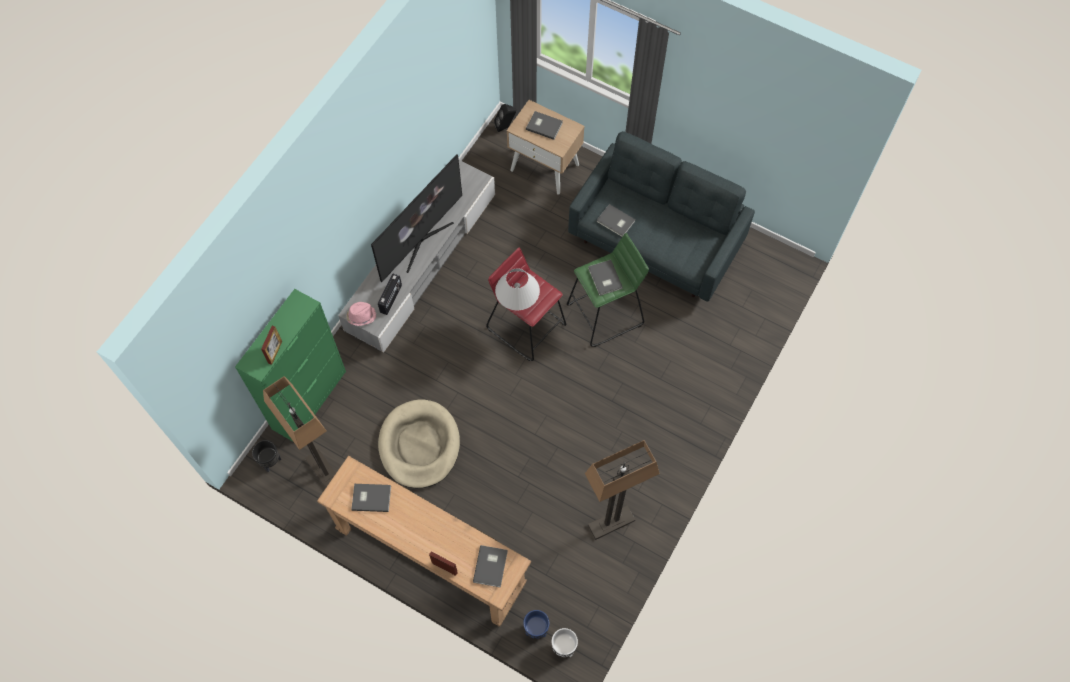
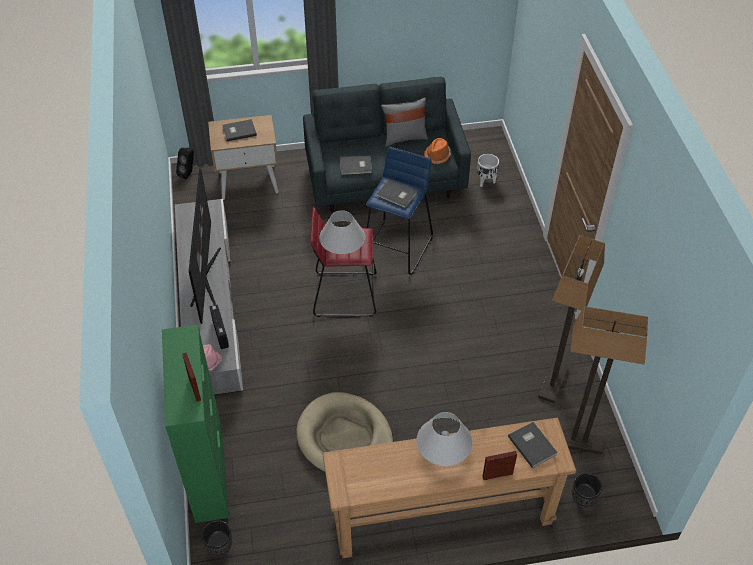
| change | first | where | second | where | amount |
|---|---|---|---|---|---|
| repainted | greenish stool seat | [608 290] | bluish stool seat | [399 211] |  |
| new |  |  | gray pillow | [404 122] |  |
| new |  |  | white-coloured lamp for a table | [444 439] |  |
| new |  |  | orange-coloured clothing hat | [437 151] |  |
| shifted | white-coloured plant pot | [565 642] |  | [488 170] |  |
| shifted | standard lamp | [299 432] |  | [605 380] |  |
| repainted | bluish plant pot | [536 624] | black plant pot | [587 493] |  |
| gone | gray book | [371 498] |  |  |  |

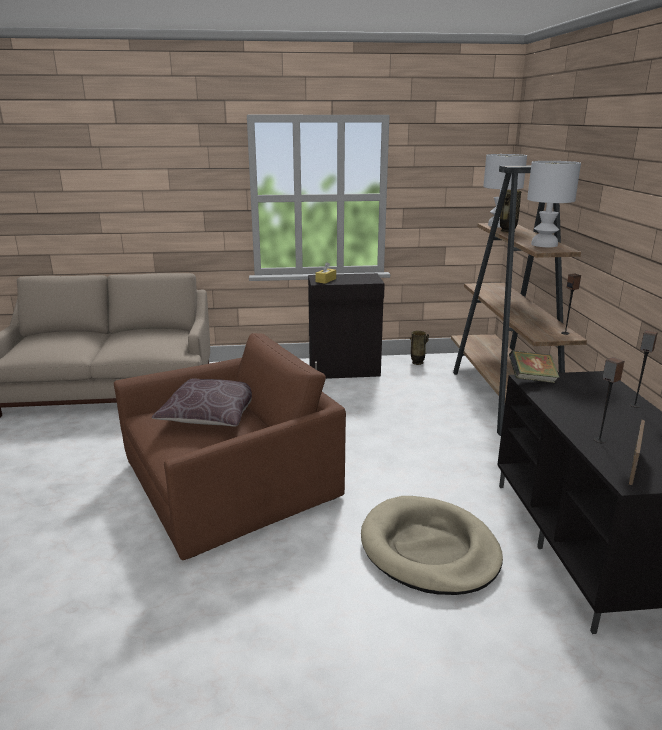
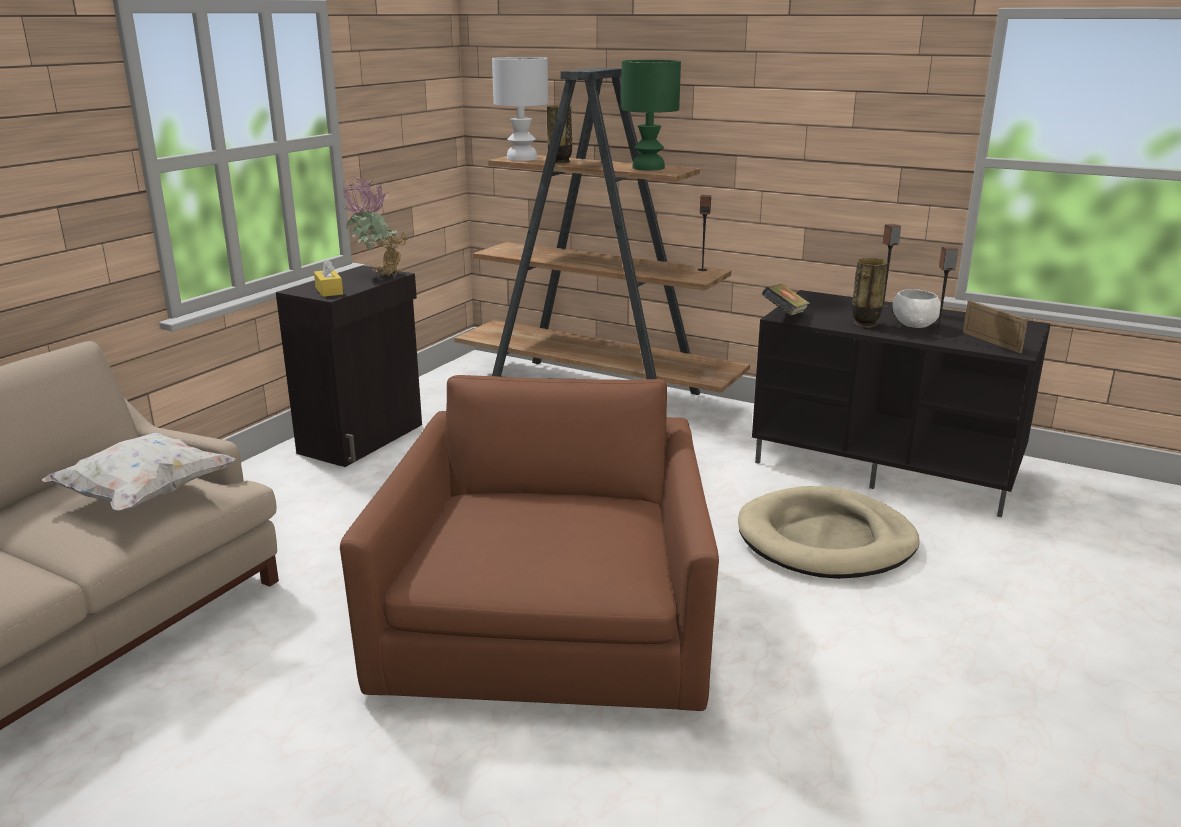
| change | first | where | second | where | amount |
|---|---|---|---|---|---|
| new |  |  | white-coloured pillow | [139 472] |  |
| new |  |  | potted plant | [375 226] |  |
| repainted | white-coloured lamp for a table | [554 204] | greenish lamp for a table | [651 115] |  |
| shifted | flower vase | [419 348] |  | [870 292] |  |
| new |  |  | white-coloured serving bowl | [916 308] |  |
| gone | brownish pillow | [202 403] |  |  |  |

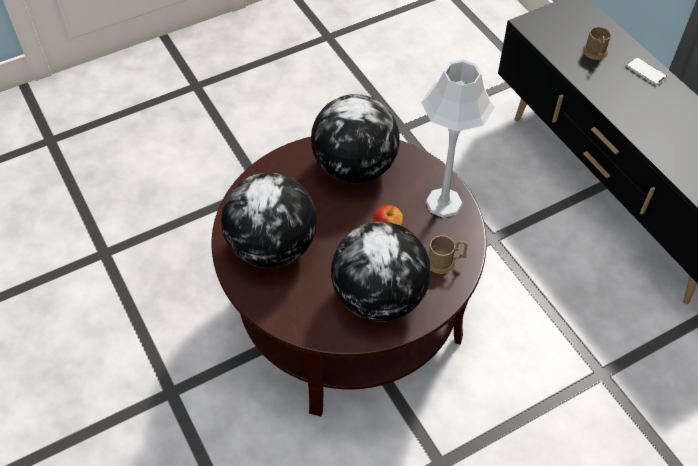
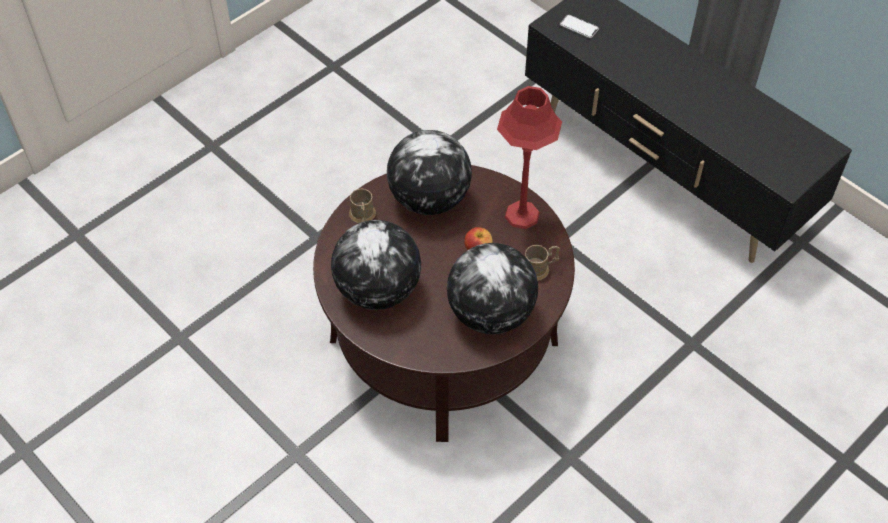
| change | first | where | second | where | amount |
|---|---|---|---|---|---|
| shifted | brownish coffee mug | [597 43] |  | [362 205] |  |
| repainted | gray lamp for a table | [458 139] | reddish lamp for a table | [529 157] |  |
| shifted | phone | [647 71] |  | [579 26] |  |

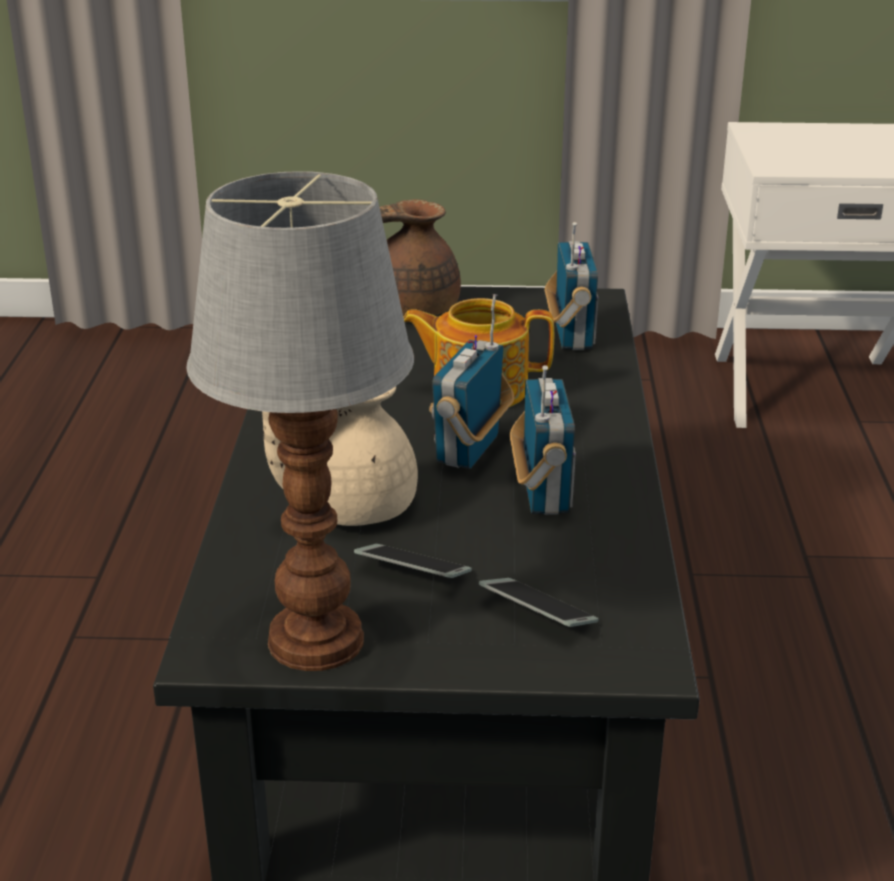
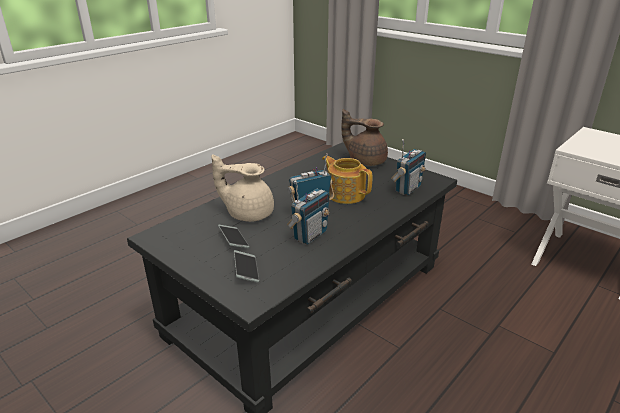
| change | first | where | second | where | amount |
|---|---|---|---|---|---|
| gone | lamp for a table | [300 421] |  |  |  |

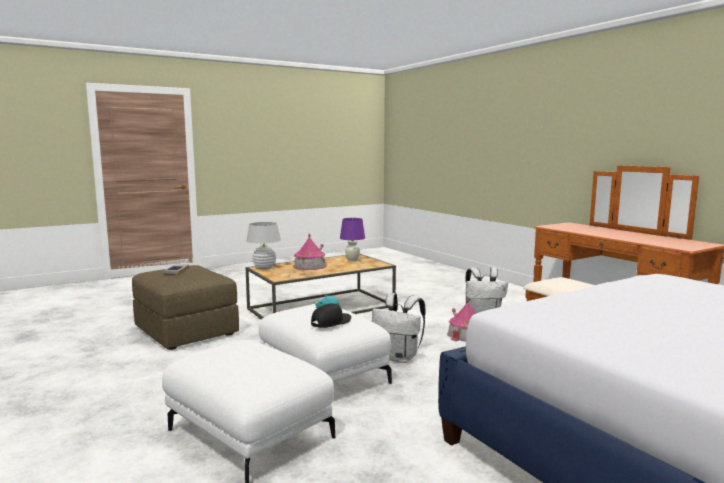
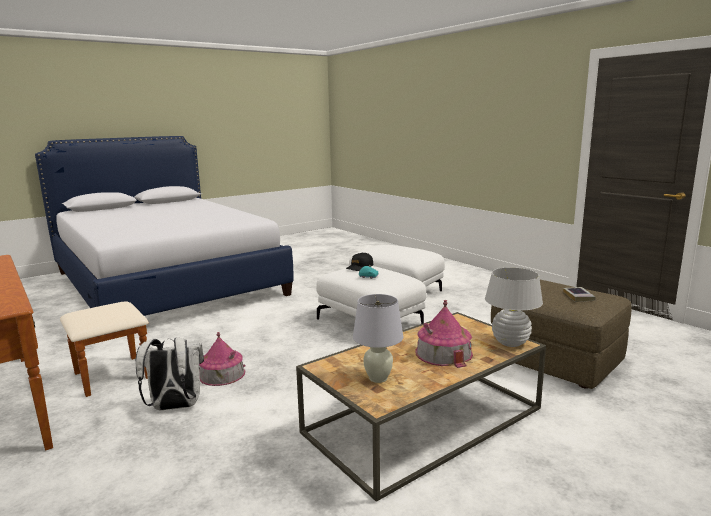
| change | first | where | second | where | amount |
|---|---|---|---|---|---|
| repainted | purplish lamp for a table | [352 240] | white-coloured lamp for a table | [378 338] |  |
| gone | white-coloured backpack | [399 328] |  |  |  |

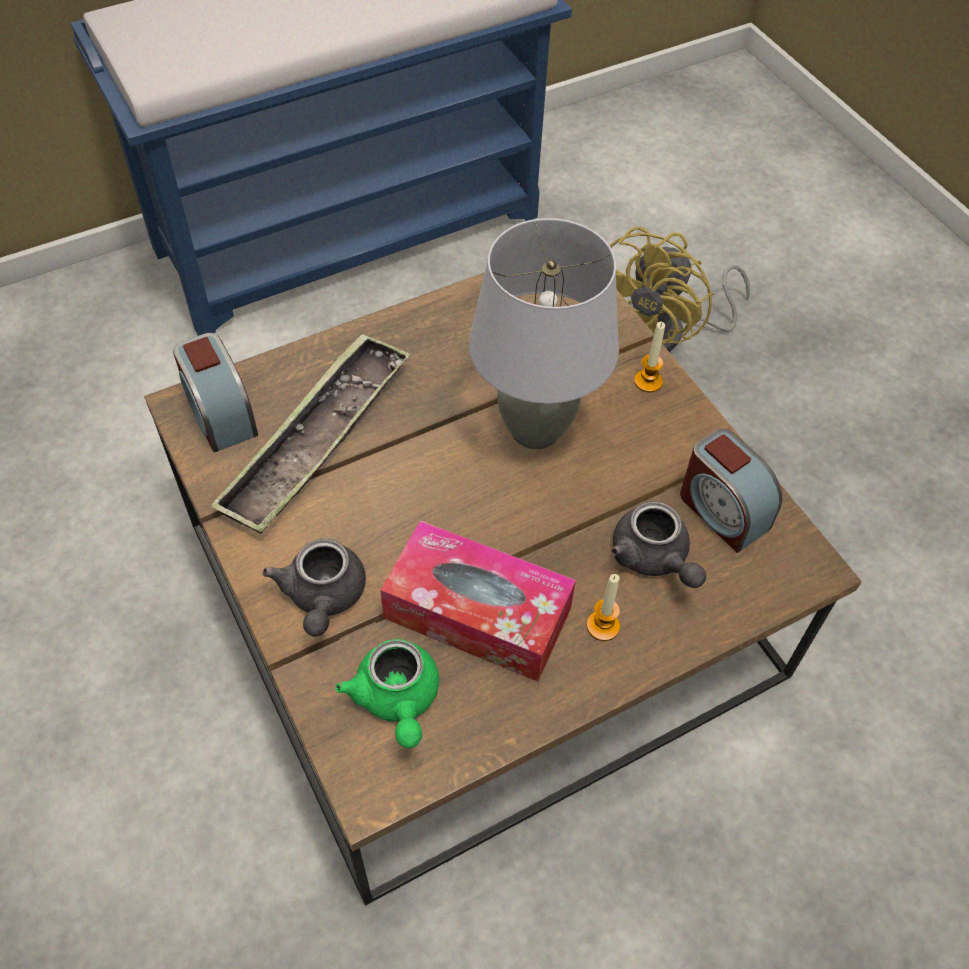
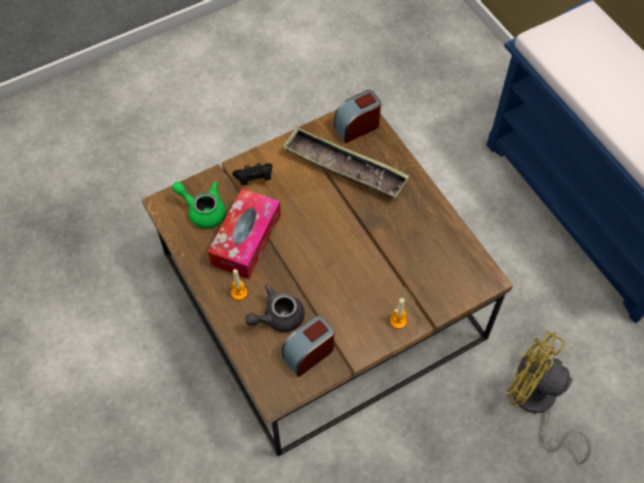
| change | first | where | second | where | amount |
|---|---|---|---|---|---|
| rotated | greenish pot for tea | [387 693] |  | [199 204] | 45 degrees clockwise |
| swapped | gray pot for tea | [314 588] | black game controller | [252 174] |  |
| gone | gray lamp for a table | [544 333] |  |  |  |

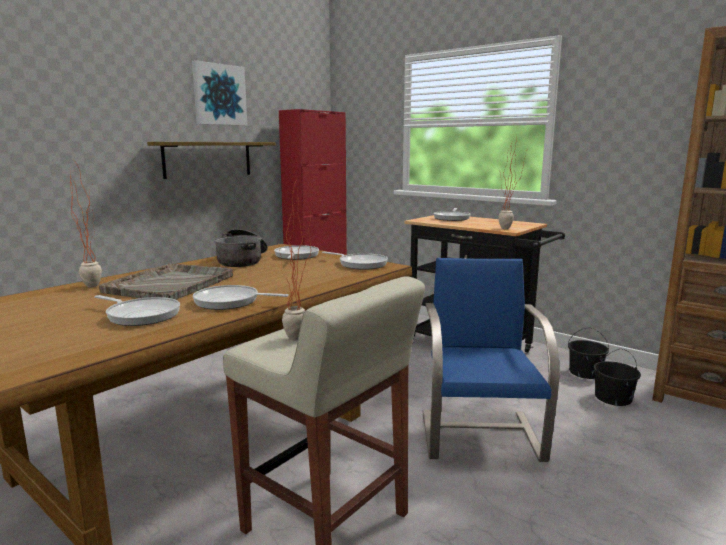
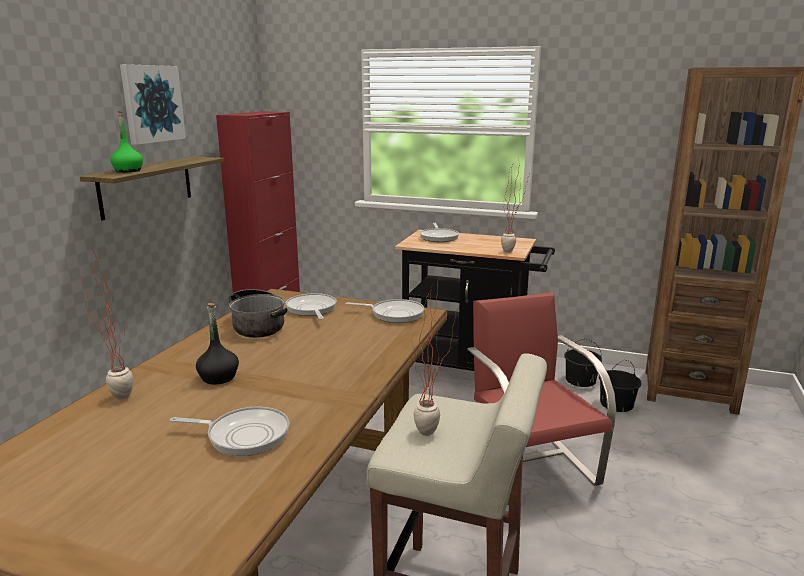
| change | first | where | second | where | amount |
|---|---|---|---|---|---|
| new |  |  | greenish drink bottle | [126 141] |  |
| swapped | gray tray | [166 281] | black drink bottle | [217 344] |  |
| repainted | bluish upright chair | [490 360] | reddish upright chair | [541 399] |  |
| gone | skillet | [241 297] |  |  |  |

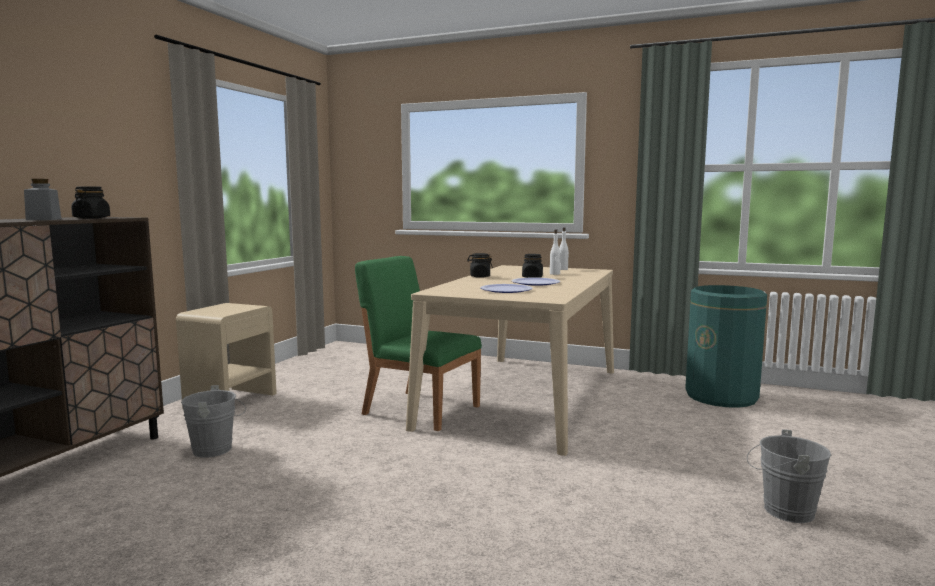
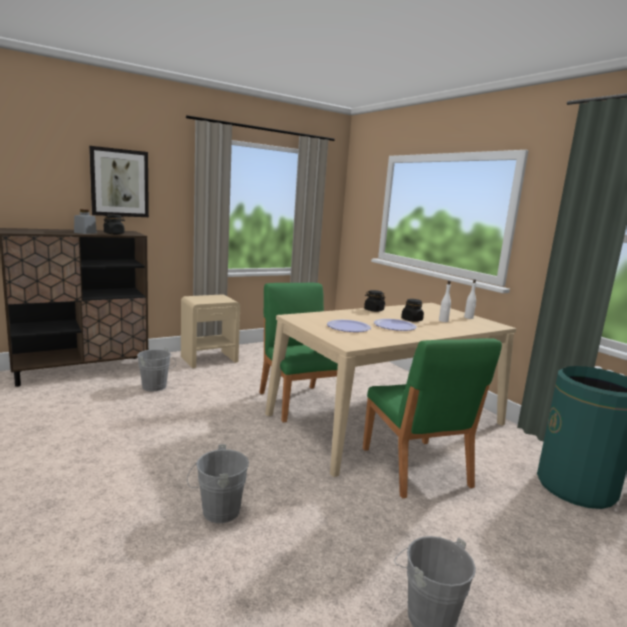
| change | first | where | second | where | amount |
|---|---|---|---|---|---|
| new |  |  | picture | [119 181] |  |
| new |  |  | gray water bucket | [218 483] |  |
| new |  |  | greenish upright chair | [432 418] |  |

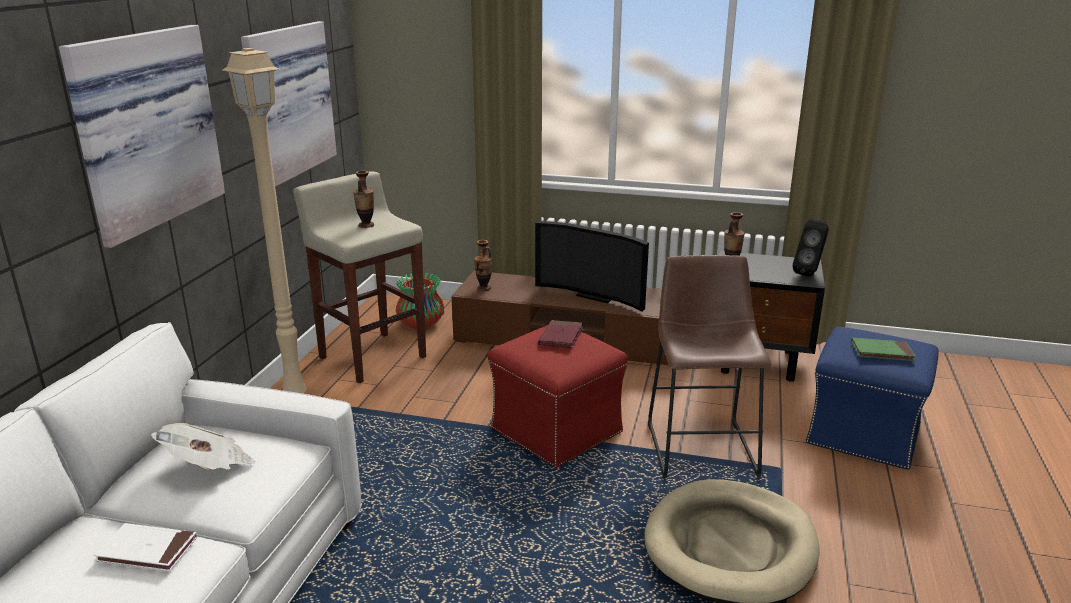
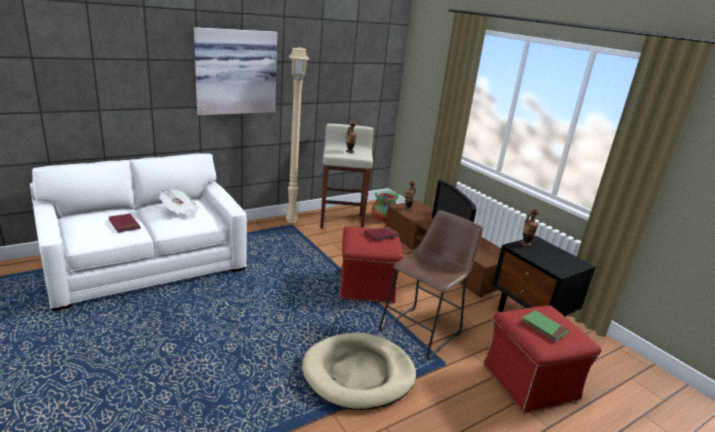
| change | first | where | second | where | amount |
|---|---|---|---|---|---|
| repainted | white-coloured book | [145 547] | reddish book | [124 223] |  |
| repainted | bluish pouffe | [872 398] | reddish pouffe | [542 359] |  |
| gone | picture | [289 104] |  |  |  |
| gone | black audio speaker | [810 248] |  |  |  |

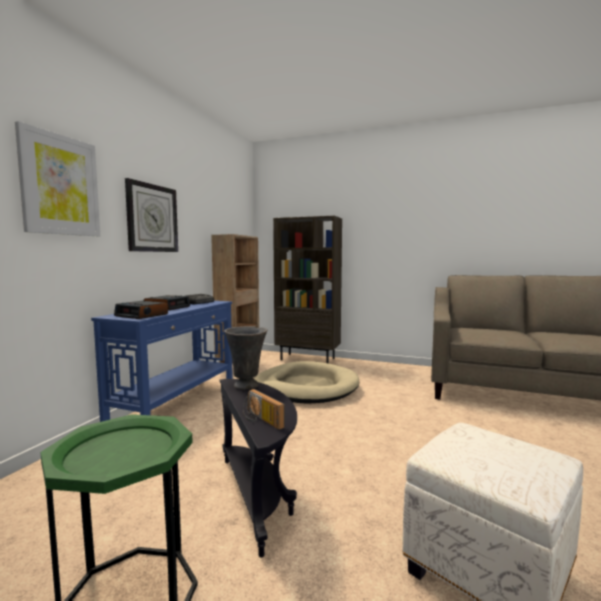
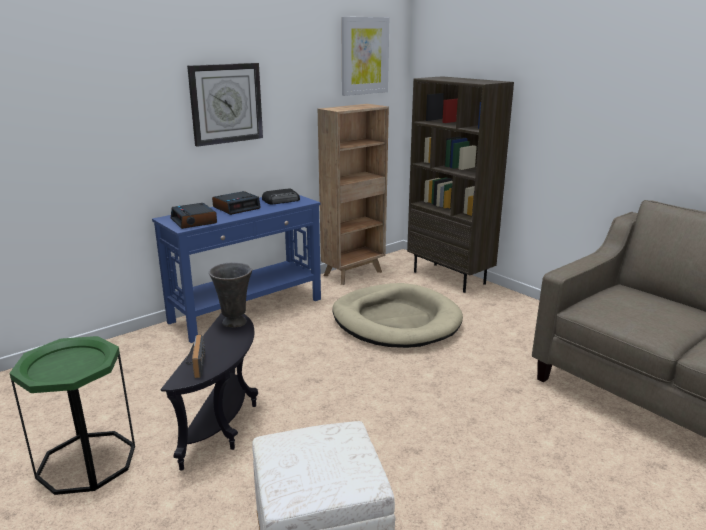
| change | first | where | second | where | amount |
|---|---|---|---|---|---|
| shifted | picture | [57 178] |  | [365 56] |  |

